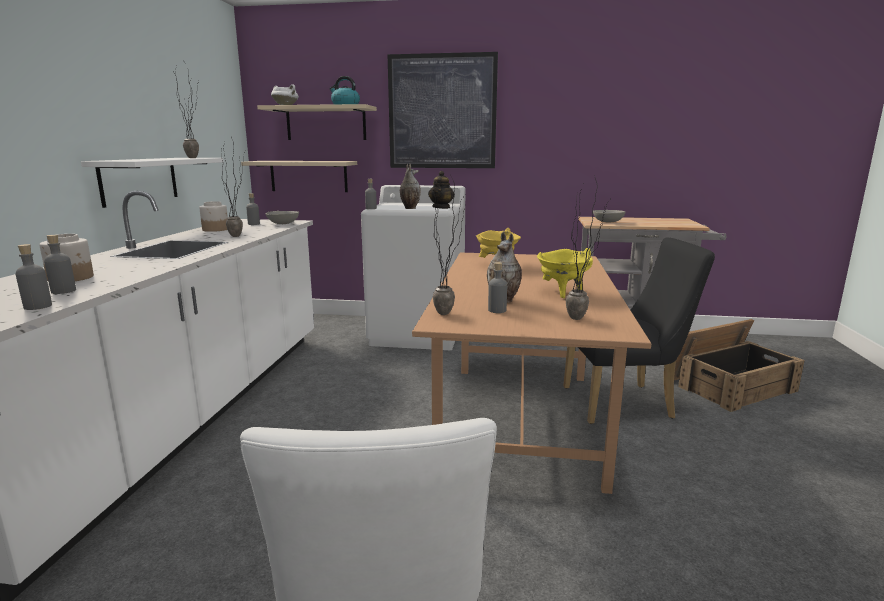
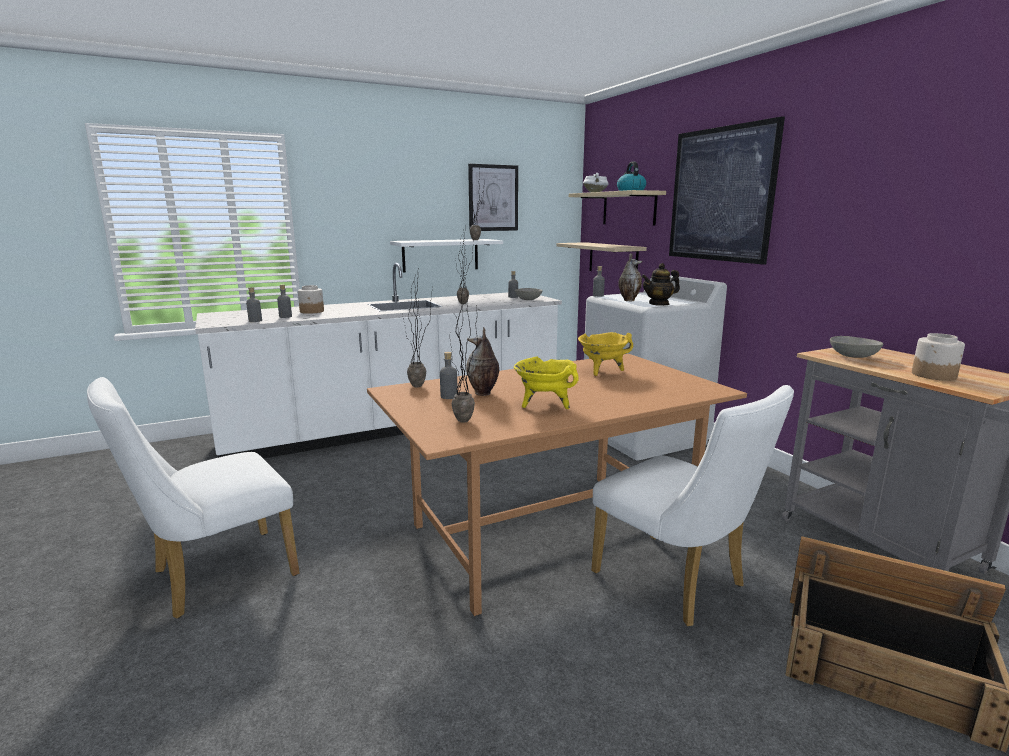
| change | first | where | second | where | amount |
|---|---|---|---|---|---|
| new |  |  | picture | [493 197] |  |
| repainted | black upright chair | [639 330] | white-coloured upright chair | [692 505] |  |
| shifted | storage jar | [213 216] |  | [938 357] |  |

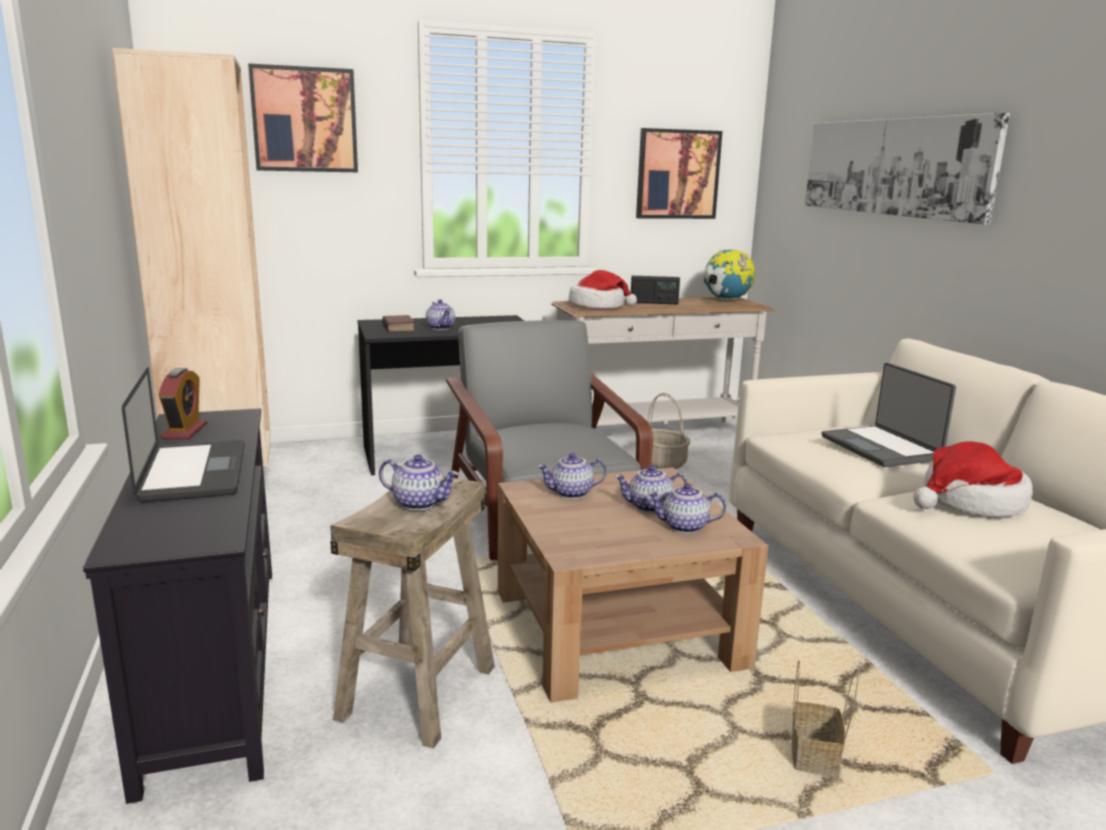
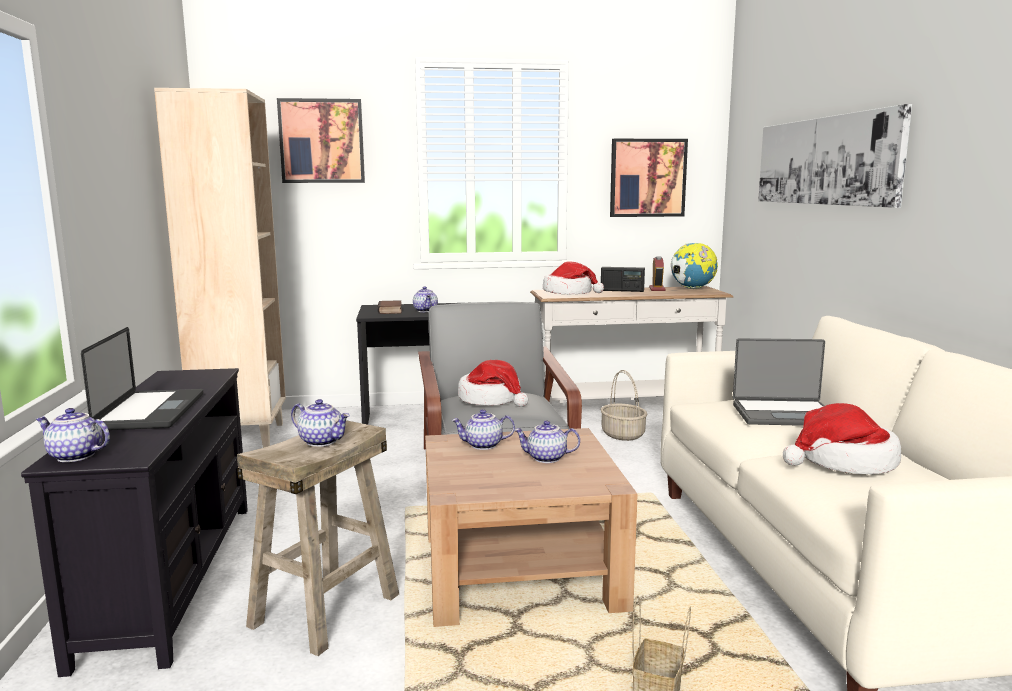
| change | first | where | second | where | amount |
|---|---|---|---|---|---|
| shifted | pot for tea | [687 508] |  | [73 435] |  |
| new |  |  | clothing hat | [493 383] |  |
| shifted | table clock | [183 403] |  | [657 273] |  |
| rotated | laptop | [888 415] |  | [779 382] | 75 degrees counterclockwise |

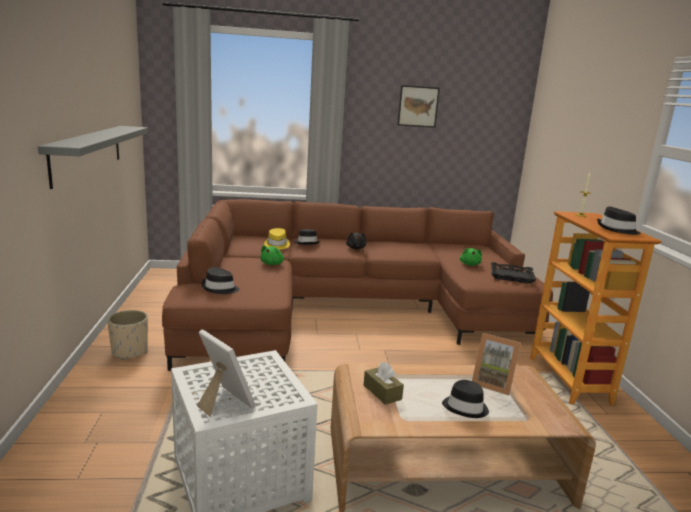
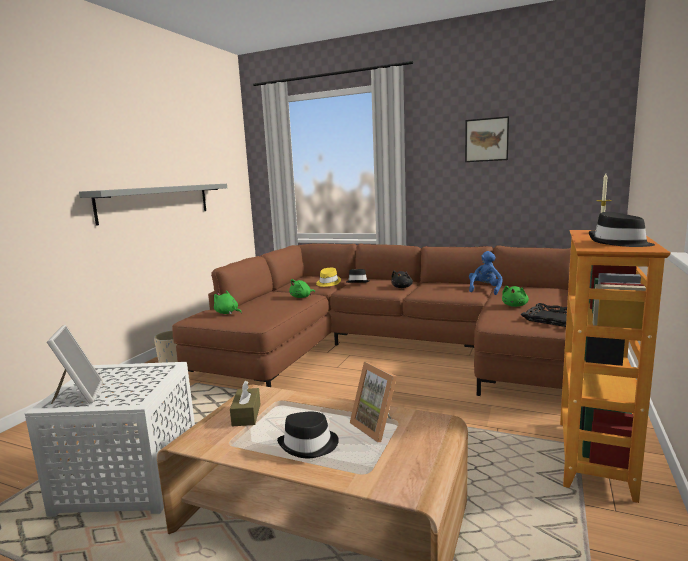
| change | first | where | second | where | amount |
|---|---|---|---|---|---|
| swapped | black clothing hat | [220 280] | greenish cuddly toy | [228 302] |  |
| new |  |  | bluish cuddly toy | [486 273] |  |

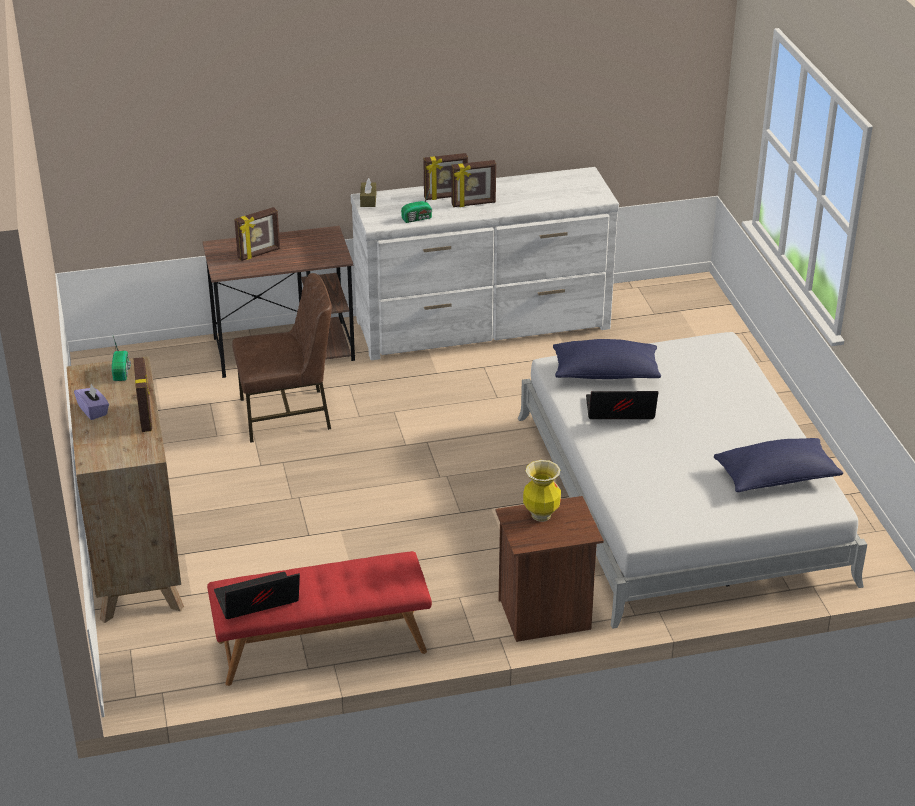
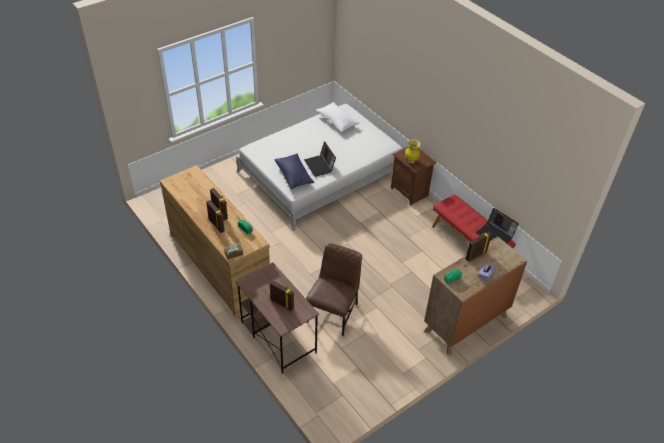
| change | first | where | second | where | amount |
|---|---|---|---|---|---|
| repainted | white-coloured dresser | [485 263] | brownish dresser | [214 241] |  |
| rotated | brownish upright chair | [282 358] |  | [334 289] | 60 degrees clockwise |
| repainted | bluish pillow | [778 465] | white-coloured pillow | [337 117] |  |

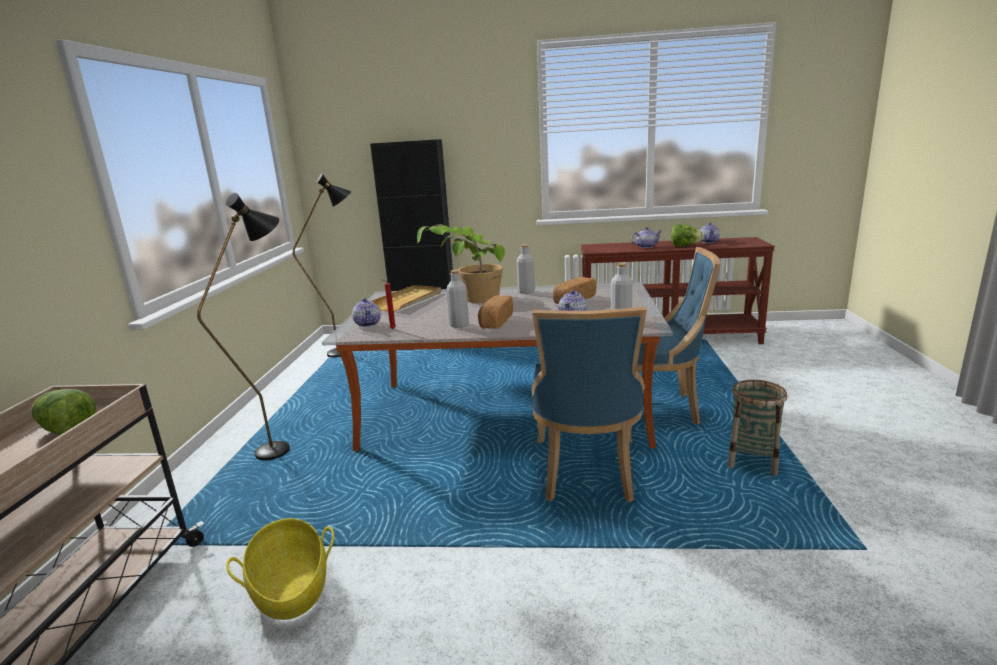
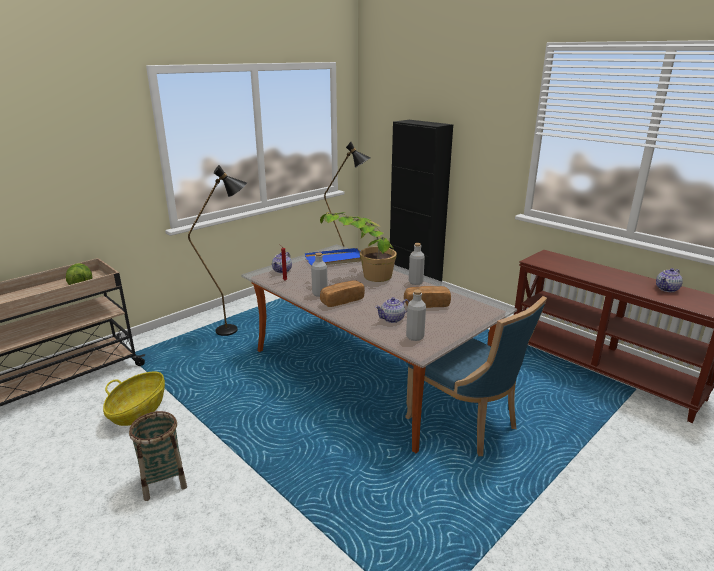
| change | first | where | second | where | amount |
|---|---|---|---|---|---|
| shifted | basket | [757 427] |  | [158 456] |  |
| repainted | sand-coloured tray | [406 298] | bluish tray | [333 257] |  |
| gone | bluish upright chair | [589 404] |  |  |  |
| gone | pot for tea | [646 237] |  |  |  |
| gone | lettuce head | [687 235] |  |  |  |

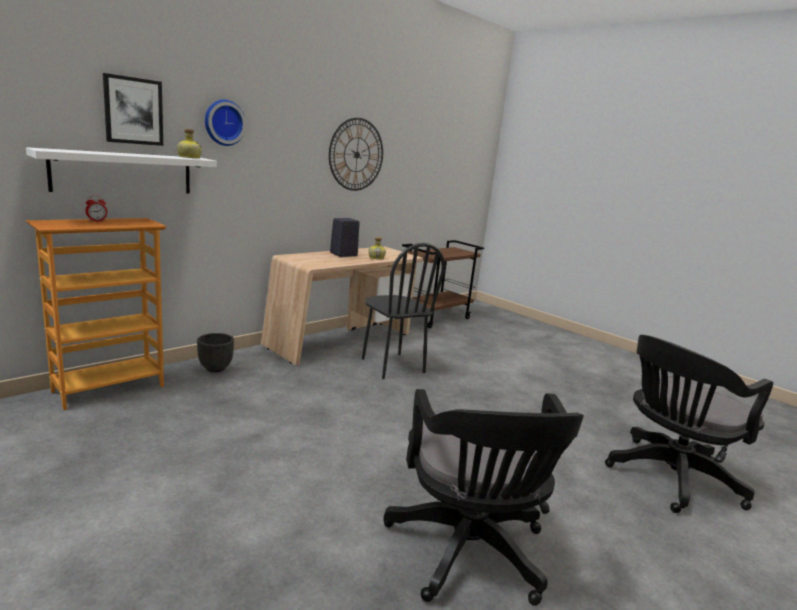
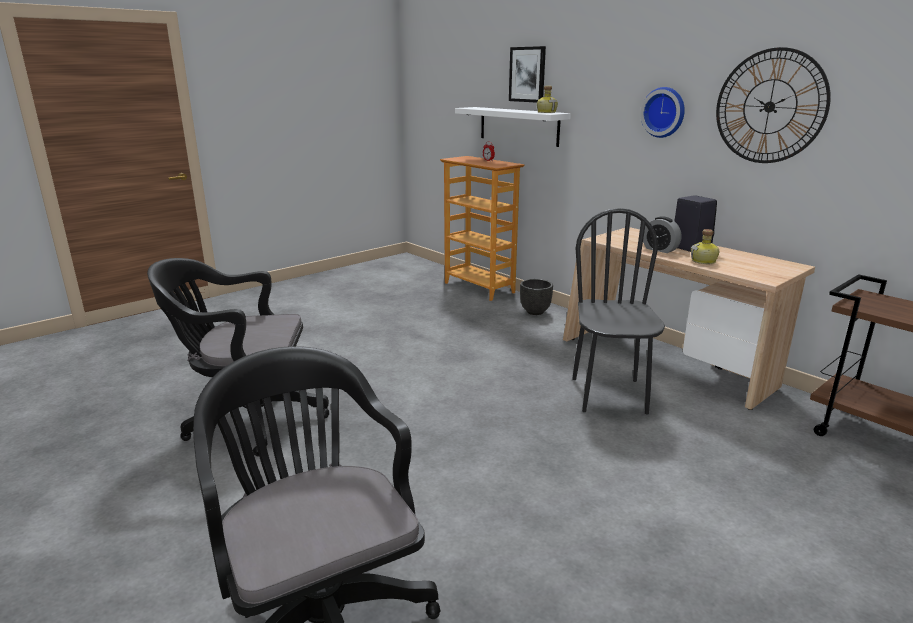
| change | first | where | second | where | amount |
|---|---|---|---|---|---|
| rotated | black upright chair | [403 311] |  | [618 311] | 120 degrees clockwise |
| shifted | clock on the wall | [225 123] |  | [662 112] |  |
| new |  |  | table clock | [662 234] |  |

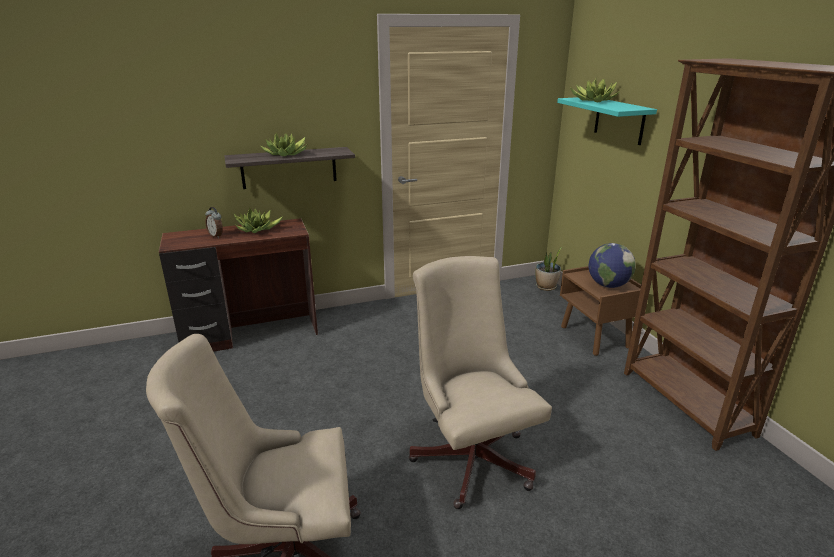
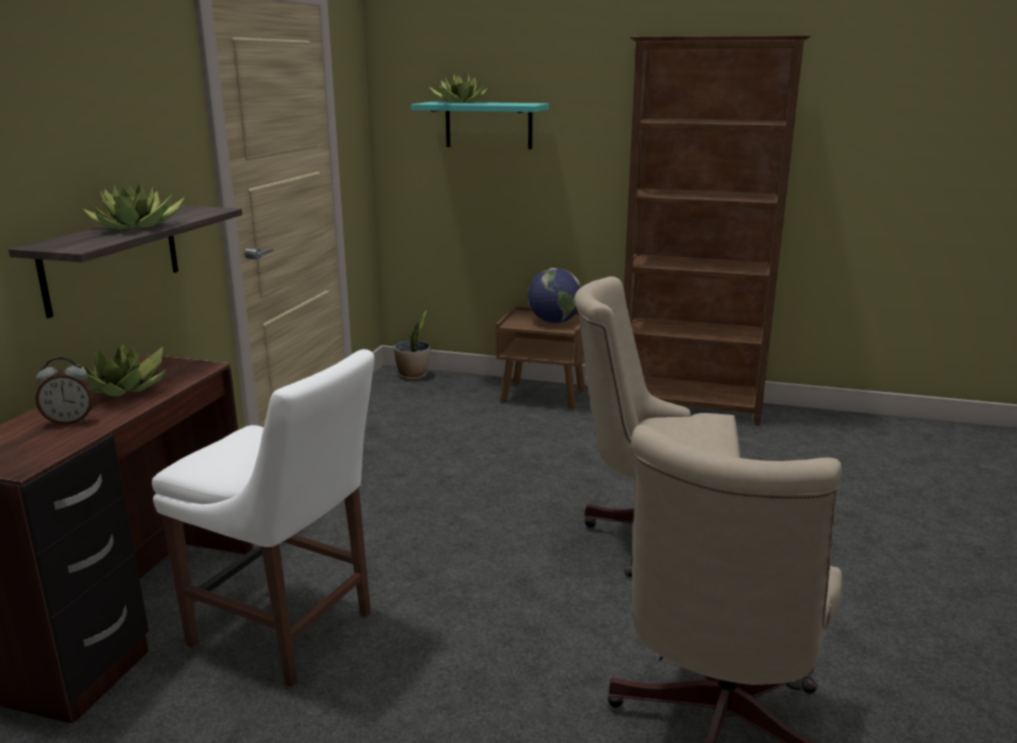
| change | first | where | second | where | amount |
|---|---|---|---|---|---|
| new |  |  | white-coloured upright chair | [263 518] |  |

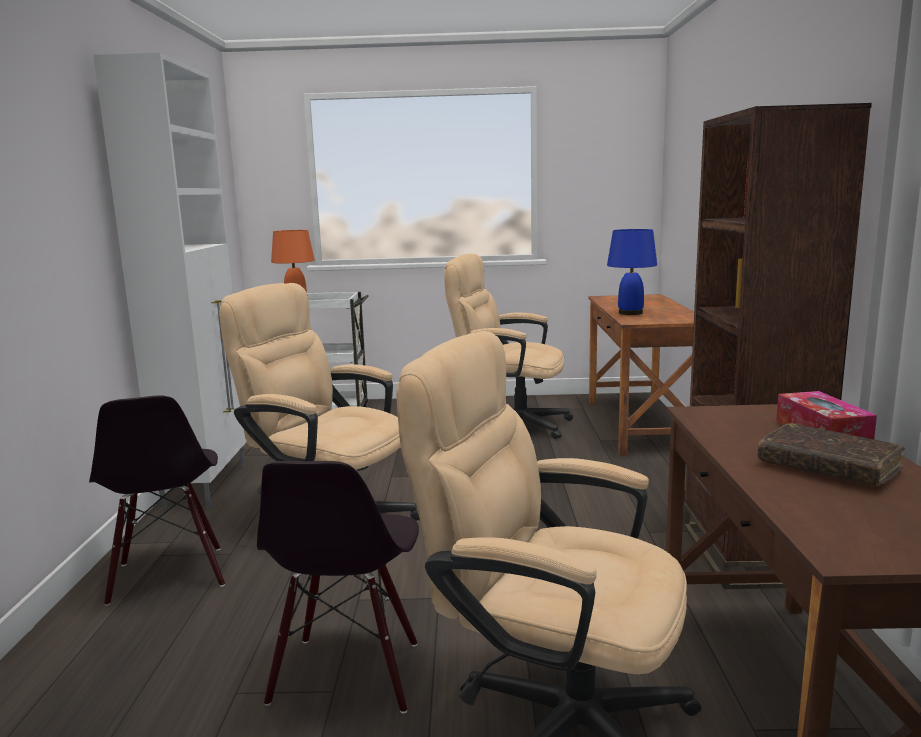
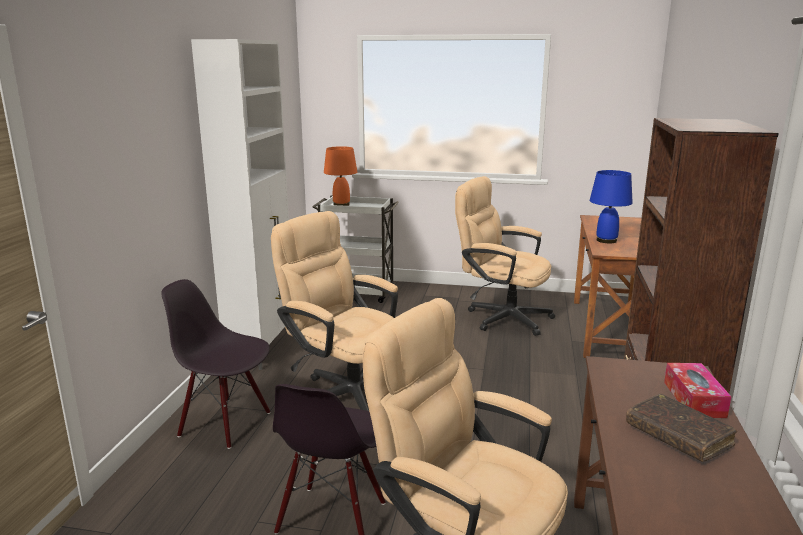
| change | first | where | second | where | amount |
|---|---|---|---|---|---|
| rotated | black upright chair | [157 500] |  | [216 364] | 120 degrees clockwise |

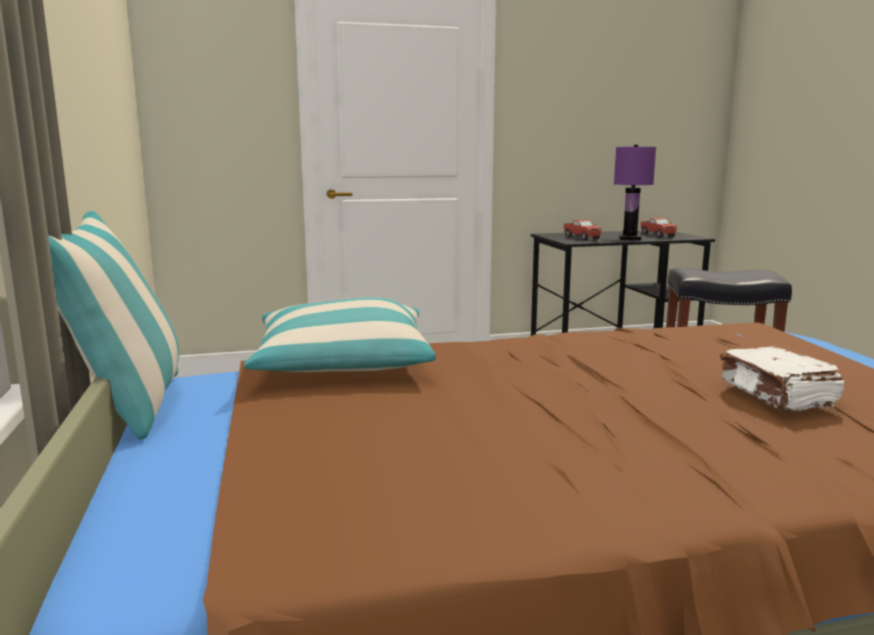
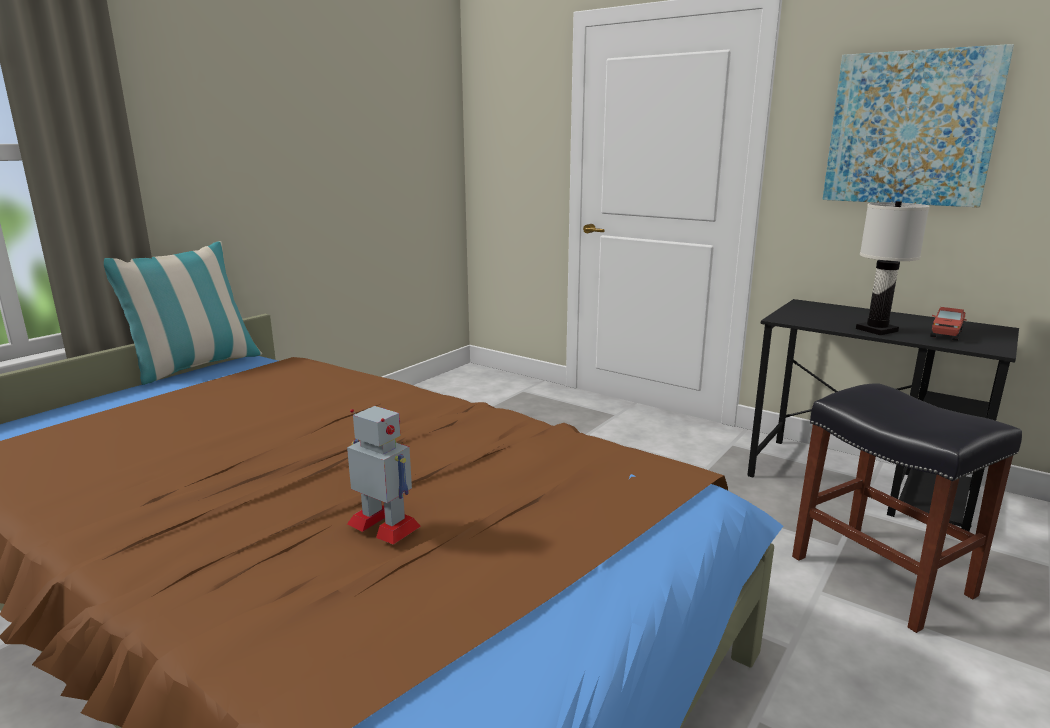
| change | first | where | second | where | amount |
|---|---|---|---|---|---|
| swapped | white-coloured book | [782 379] | model robot | [384 475] |  |
| new |  |  | picture | [918 125] |  |
| repainted | purplish lamp for a table | [635 192] | white-coloured lamp for a table | [893 268] |  |
| gone | pillow | [340 334] |  |  |  |
| gone | model truck | [582 230] |  |  |  |

